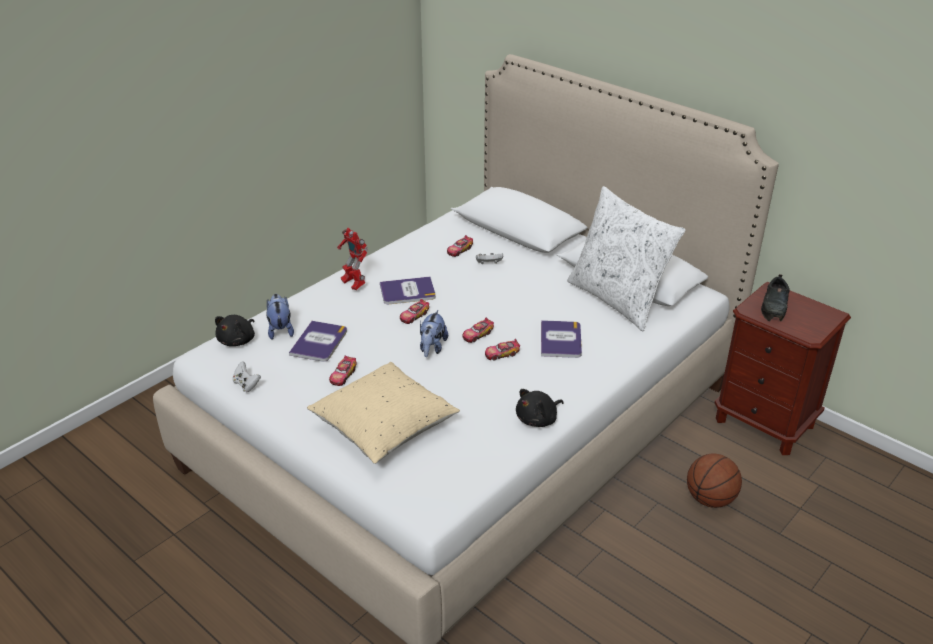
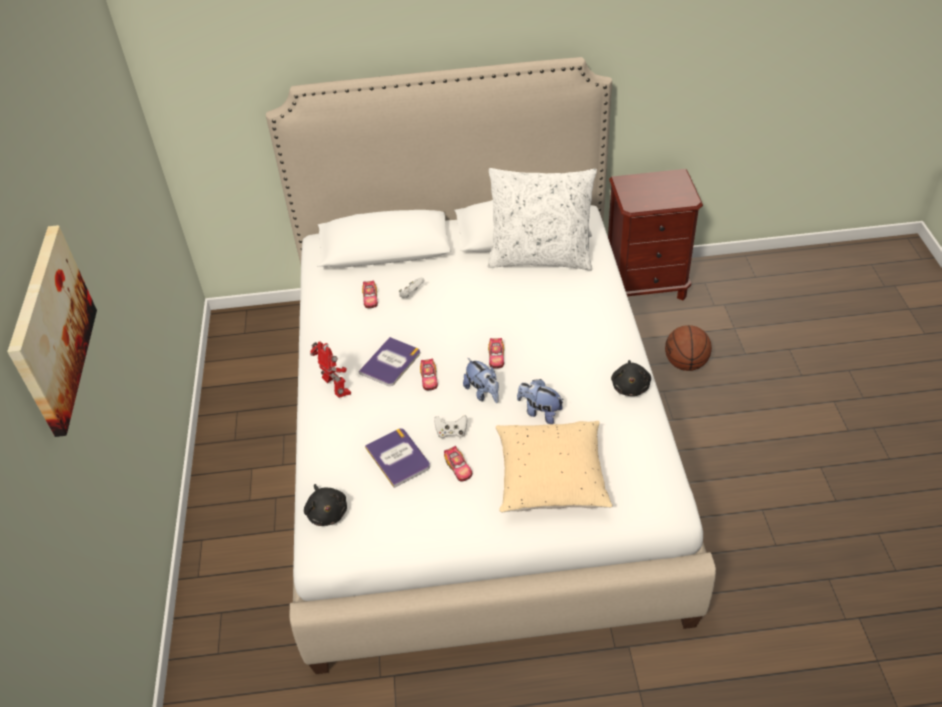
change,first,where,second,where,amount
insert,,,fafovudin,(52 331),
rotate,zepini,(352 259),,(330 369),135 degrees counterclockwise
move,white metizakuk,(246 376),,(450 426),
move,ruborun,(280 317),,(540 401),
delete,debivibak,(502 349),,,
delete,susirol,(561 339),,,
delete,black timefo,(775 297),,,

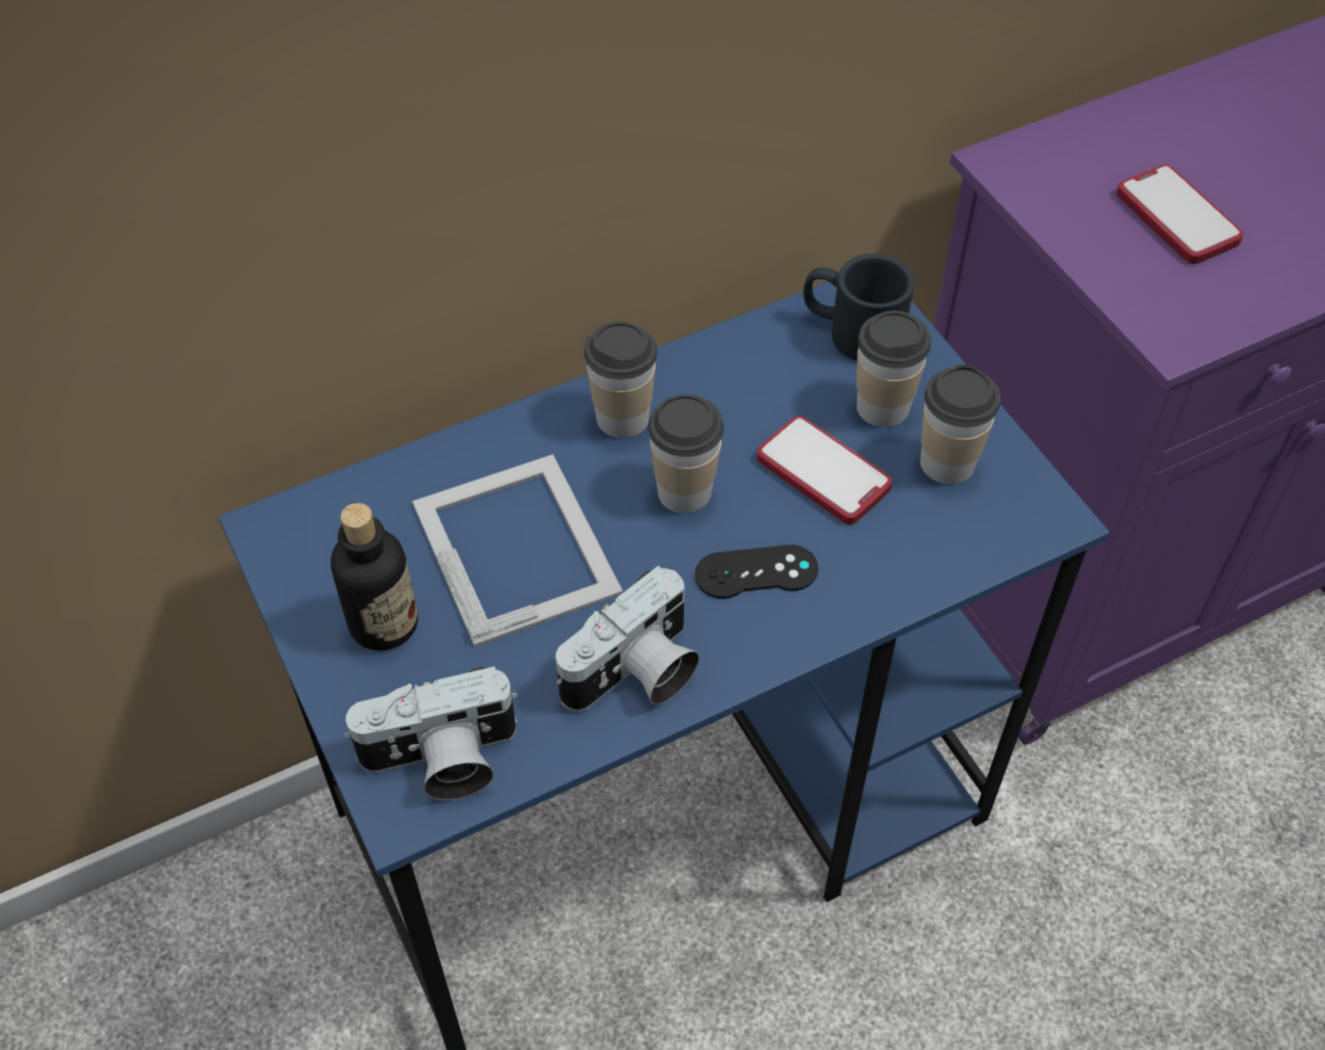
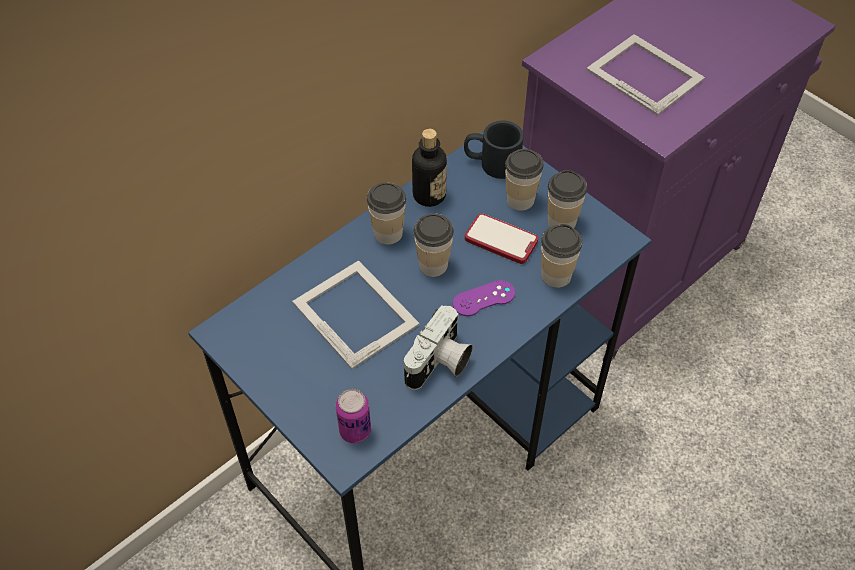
change,first,where,second,where,amount
replace,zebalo,(430 733),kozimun,(353 416),
move,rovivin,(374 577),,(429 168),
recolor,black metizakuk,(756 572),purple metizakuk,(484 298),
insert,,,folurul,(561 256),
replace,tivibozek,(1180 214),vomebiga,(645 75),

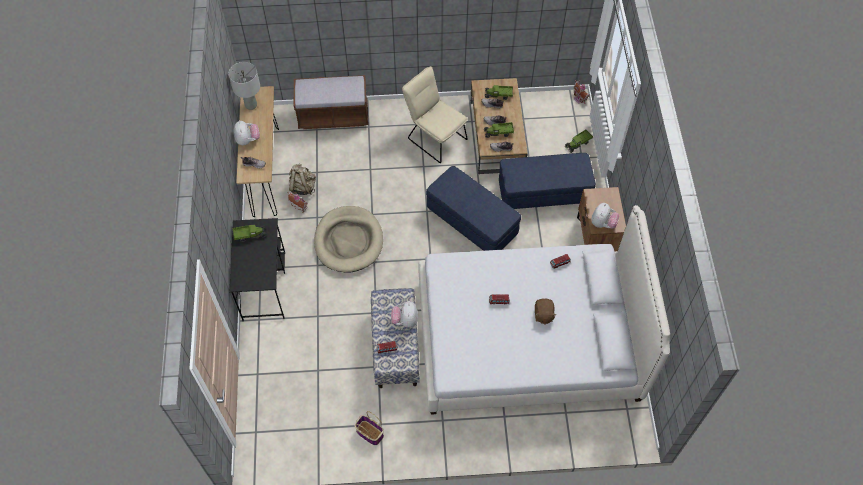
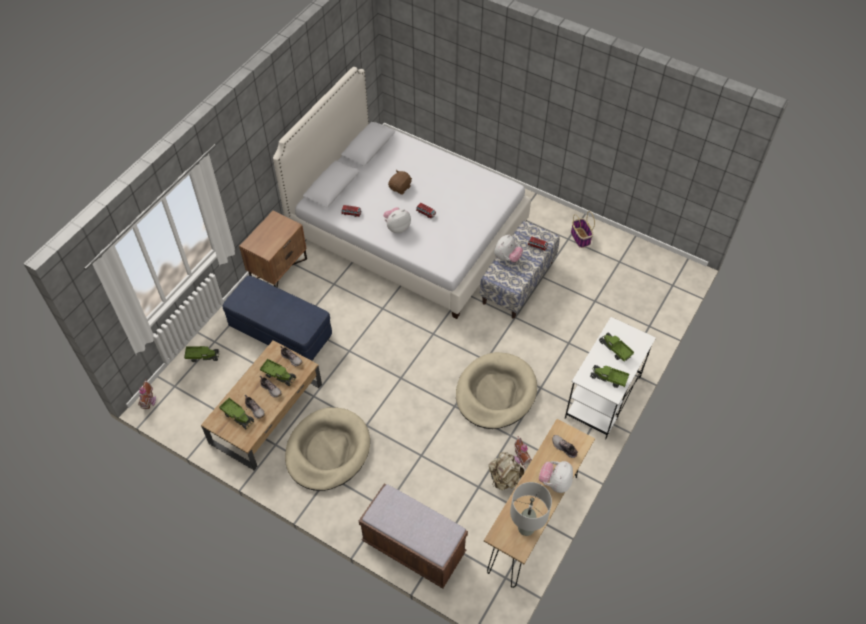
change,first,where,second,where,amount
replace,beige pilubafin,(435 114),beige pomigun,(327 449),
move,ruborun,(605 216),,(397 220),
recolor,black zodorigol,(257 269),white zodorigol,(610 378),
insert,,,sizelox,(616 347),
delete,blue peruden,(473 208),,,

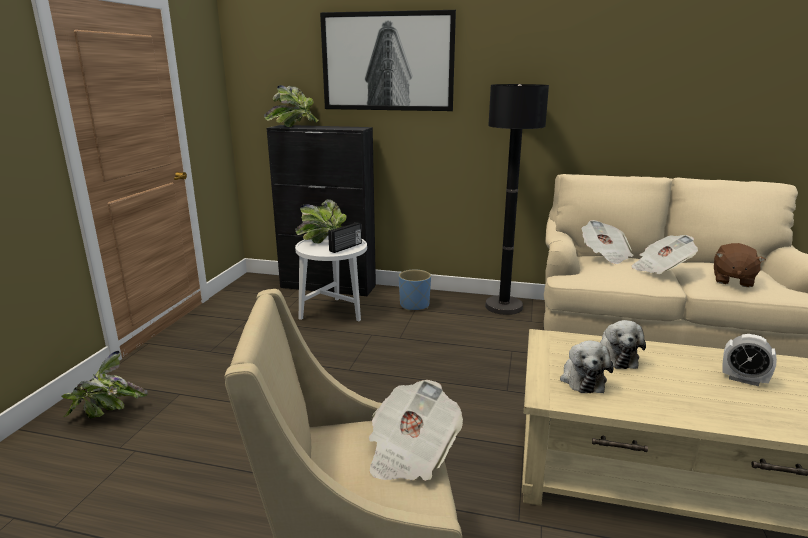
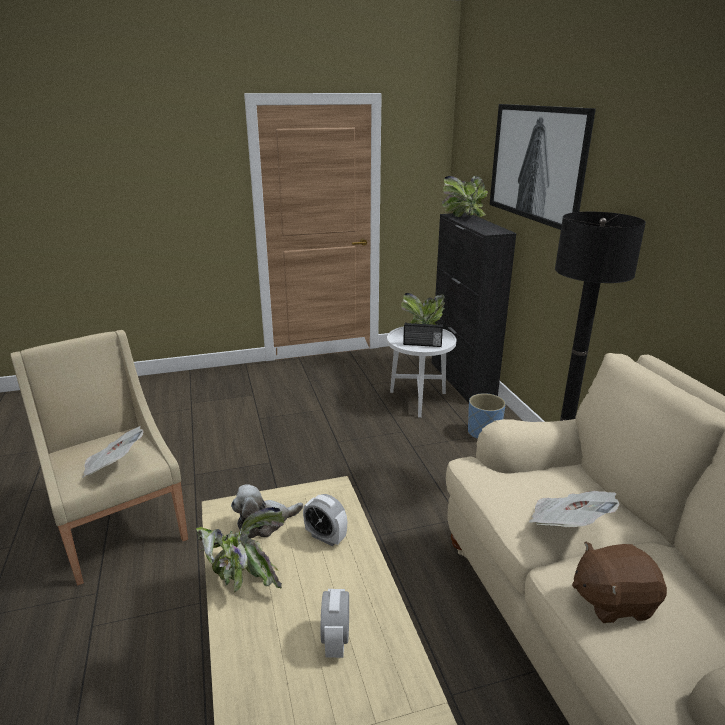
change,first,where,second,where,amount
move,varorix,(105 384),,(240 549),
replace,ruborun,(623 344),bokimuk,(325 520),
delete,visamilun,(607 242),,,

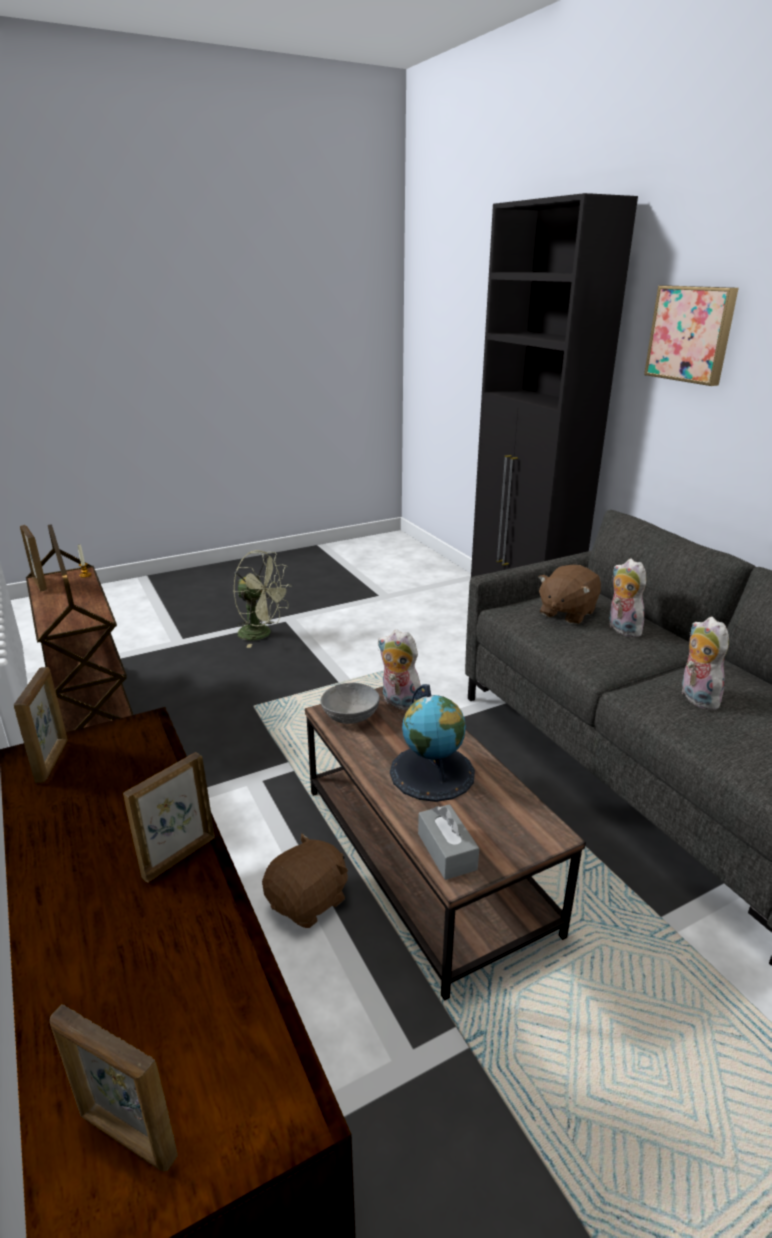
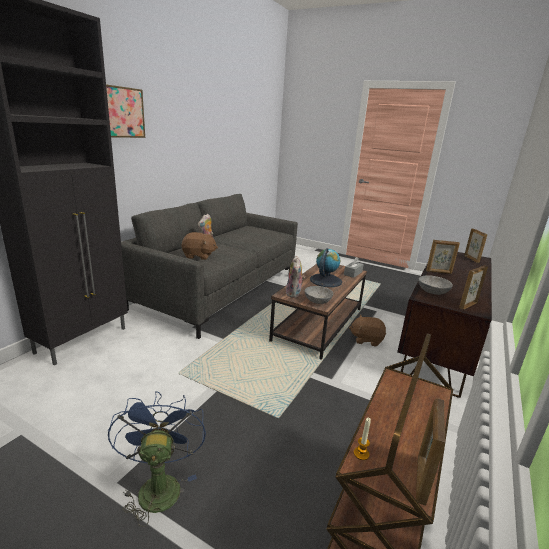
change,first,where,second,where,amount
recolor,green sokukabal,(262 599),blue sokukabal,(157 459),
insert,,,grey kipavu,(436 285),
delete,ruborun,(704 663),,,

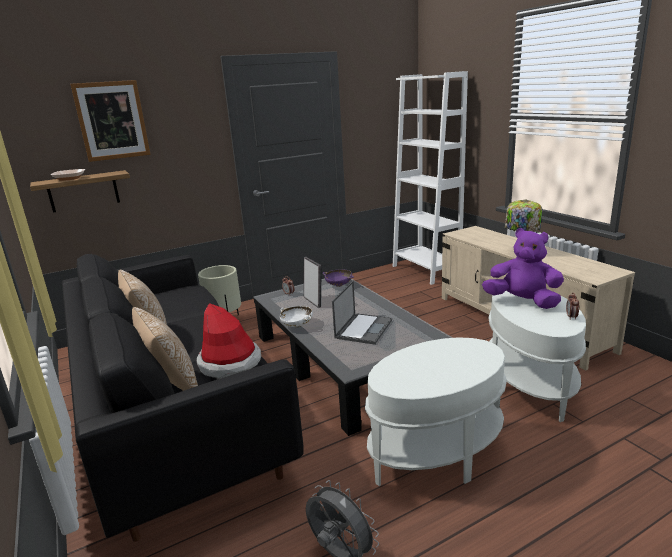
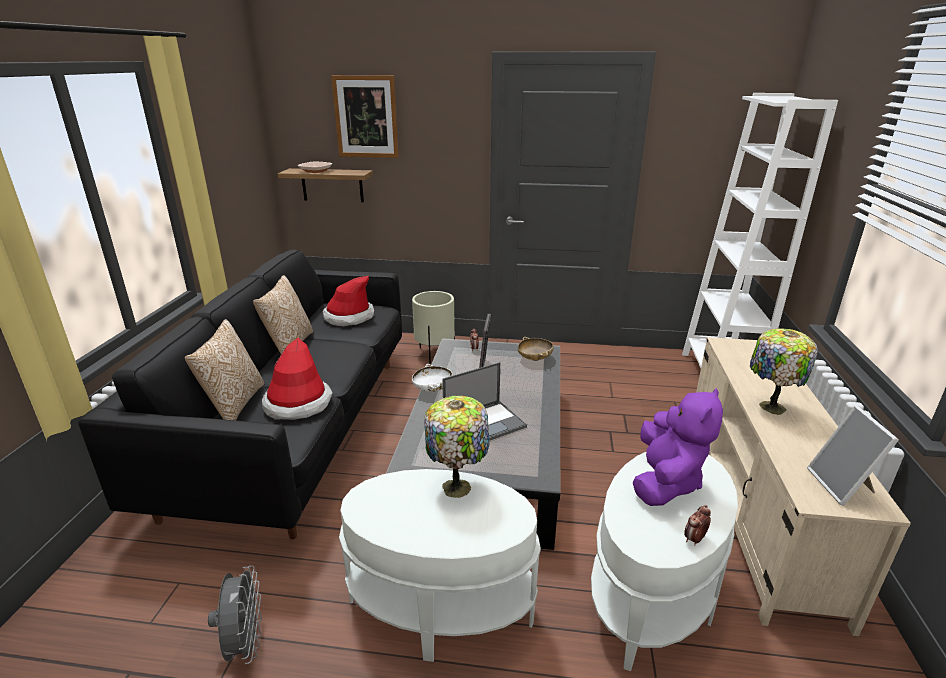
change,first,where,second,where,amount
insert,,,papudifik,(348 301),
insert,,,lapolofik,(457 447),
recolor,purple kipavu,(338 278),beige kipavu,(536 349),
rotate,purple ruborun,(523 268),,(678 447),45 degrees clockwise
insert,,,vomebiga,(853 455),

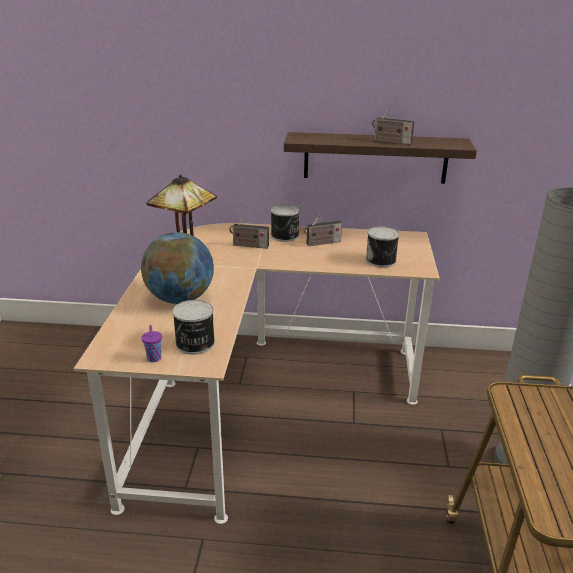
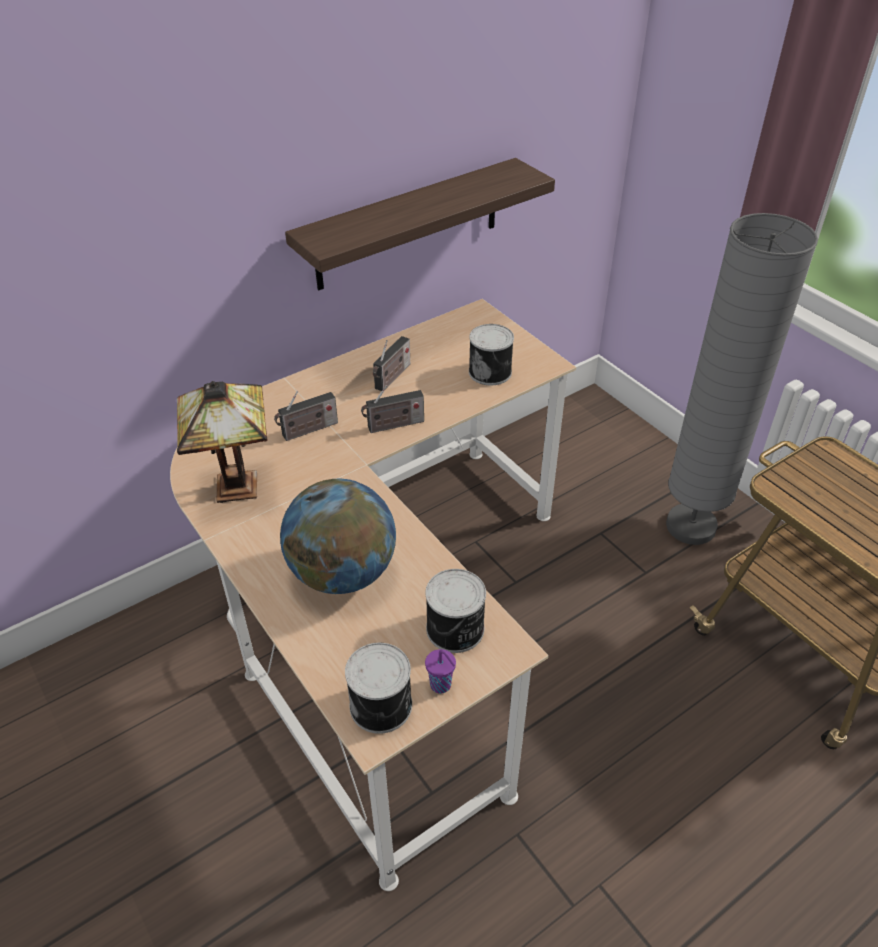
change,first,where,second,where,amount
move,kozimun,(285 223),,(378 688),
move,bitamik,(393 126),,(392 409),

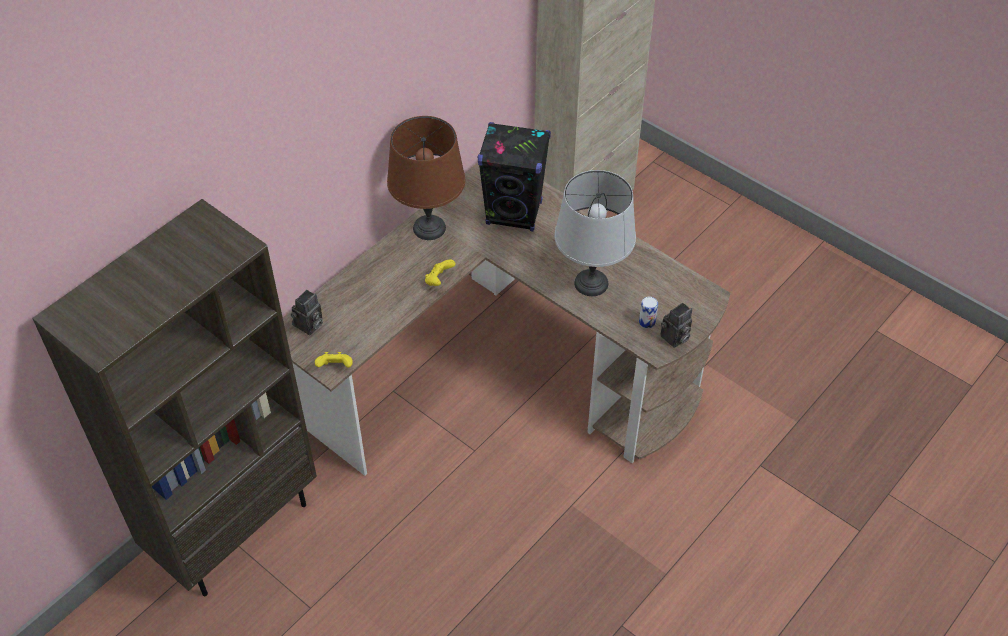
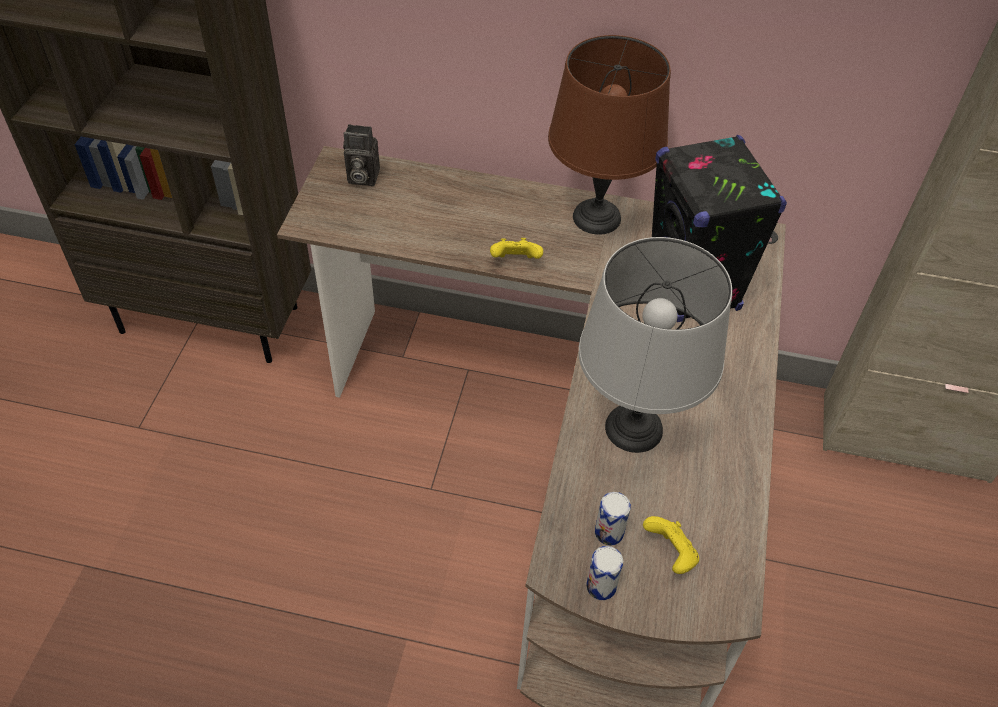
change,first,where,second,where,amount
replace,zebalo,(676 325),kozimun,(604 573),
move,yellow metizakuk,(334 360),,(671 545),

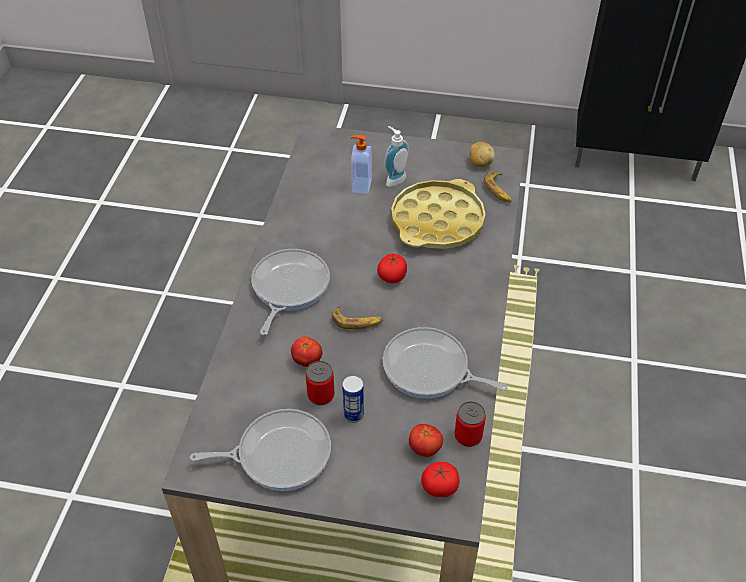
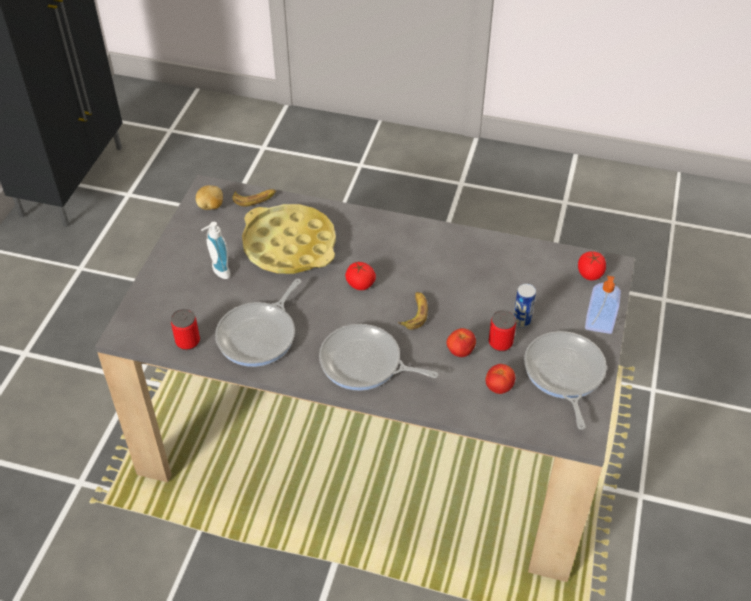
change,first,where,second,where,amount
move,kozimun,(470 424),,(185 329),
move,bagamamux,(445 362),,(258 323),
move,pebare,(426 440),,(501 379),
move,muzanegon,(361 164),,(603 305),

